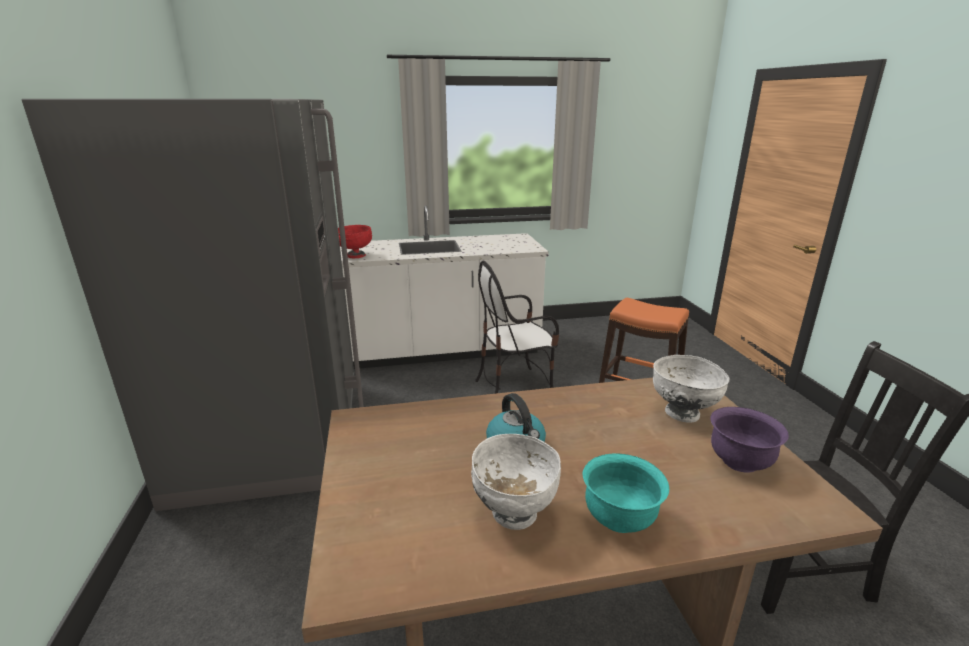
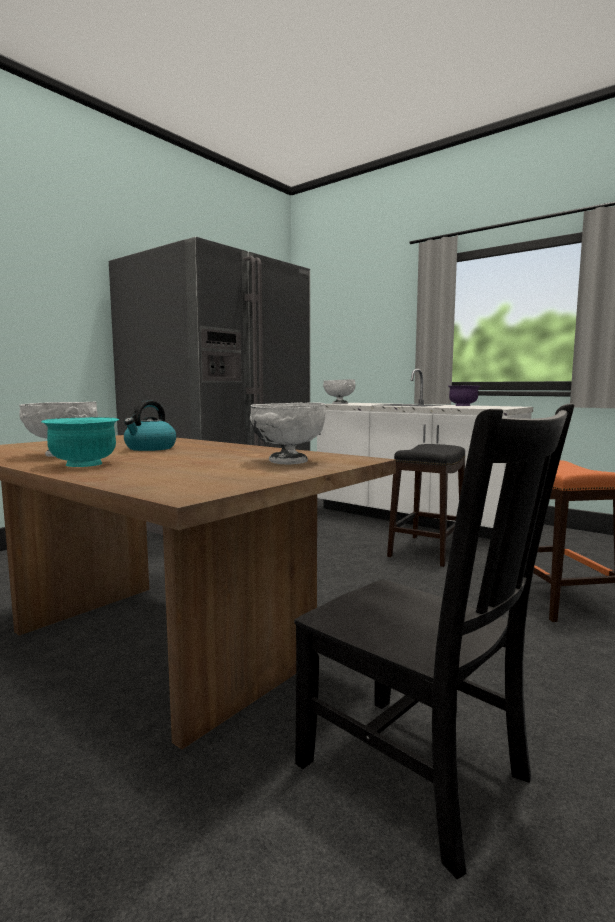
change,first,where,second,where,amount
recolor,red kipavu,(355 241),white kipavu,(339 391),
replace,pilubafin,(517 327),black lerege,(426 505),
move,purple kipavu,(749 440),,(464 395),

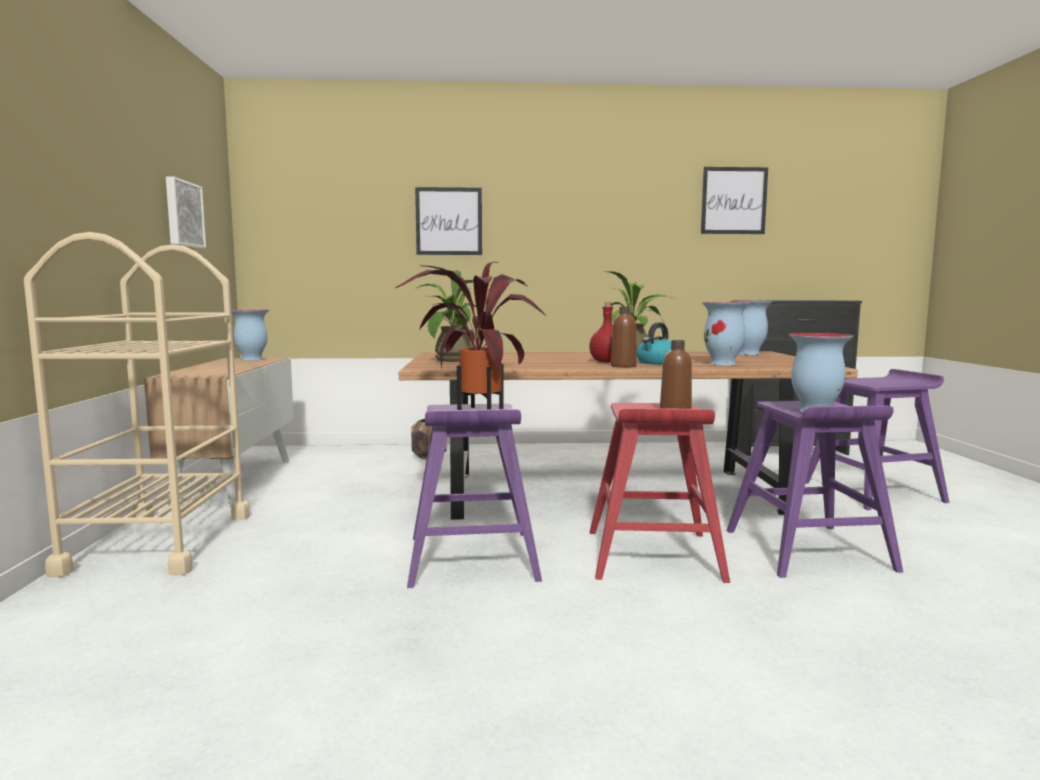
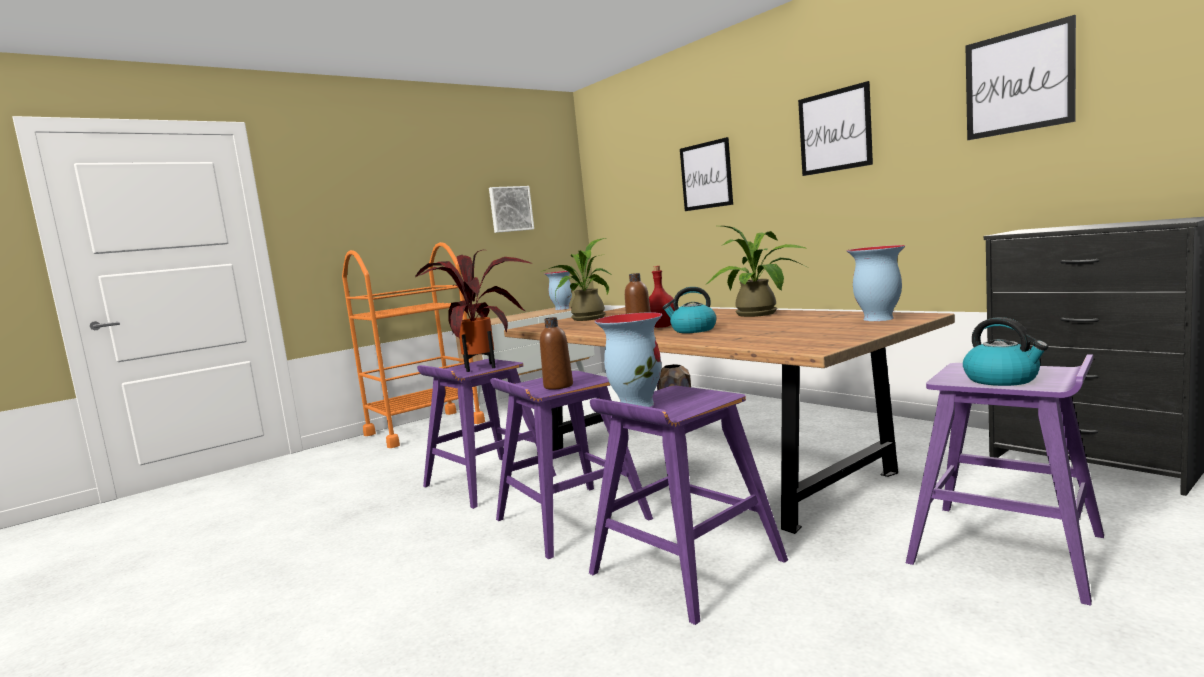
change,first,where,second,where,amount
recolor,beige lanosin,(137 405),orange lanosin,(413 345),
recolor,red lerege,(660 493),purple lerege,(571 465),
insert,,,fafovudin,(835 128),
insert,,,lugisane,(1005 351),
delete,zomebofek,(726 333),,,

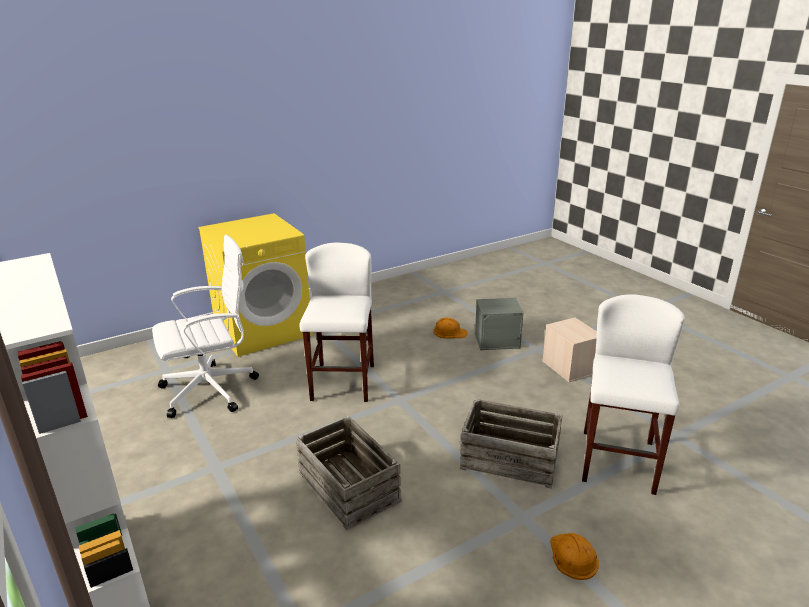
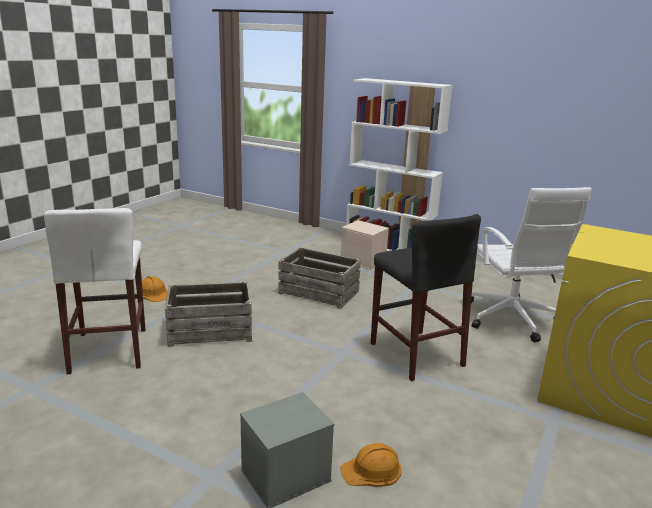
change,first,where,second,where,amount
move,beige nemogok,(569 350),,(365 245),
recolor,white lerege,(337 322),black lerege,(426 297),
rotate,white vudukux,(205 326),,(531 264),45 degrees counterclockwise

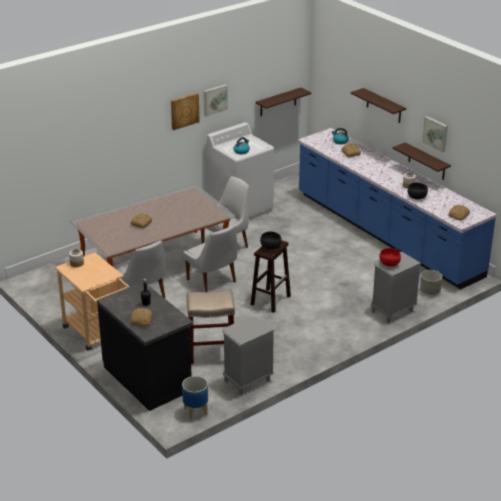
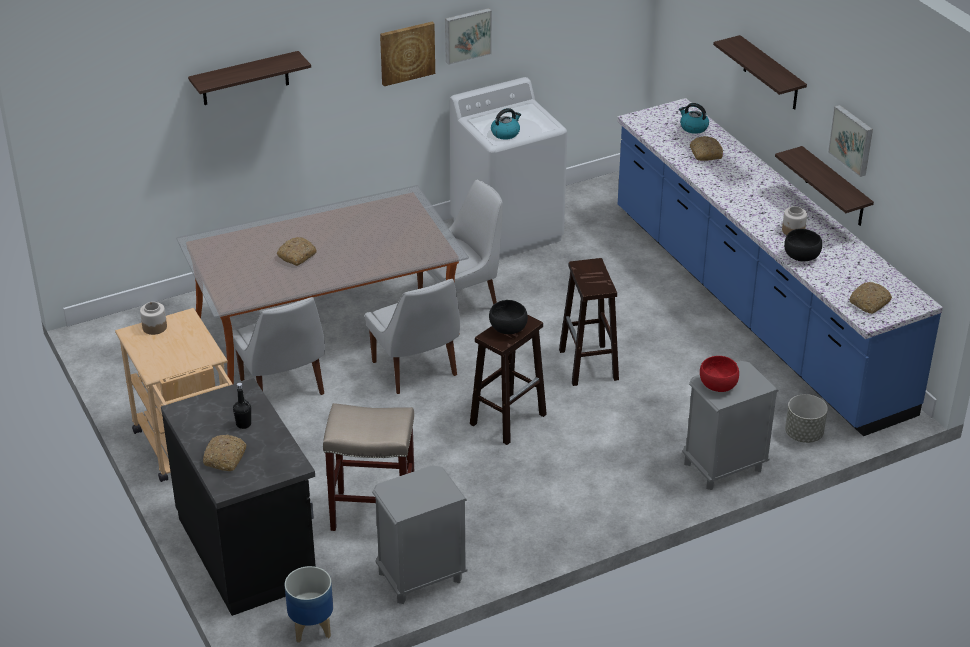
change,first,where,second,where,amount
move,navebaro,(283 102),,(249 78),
insert,,,brown lerege,(589 322),

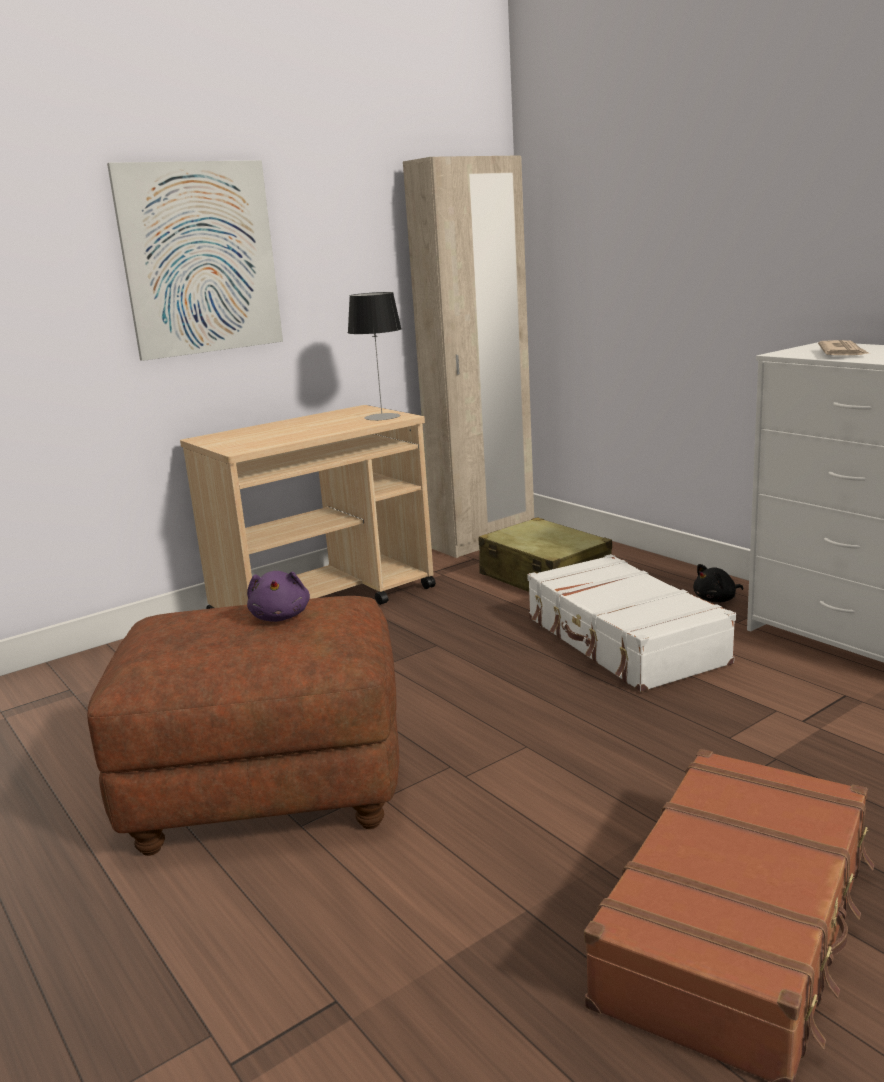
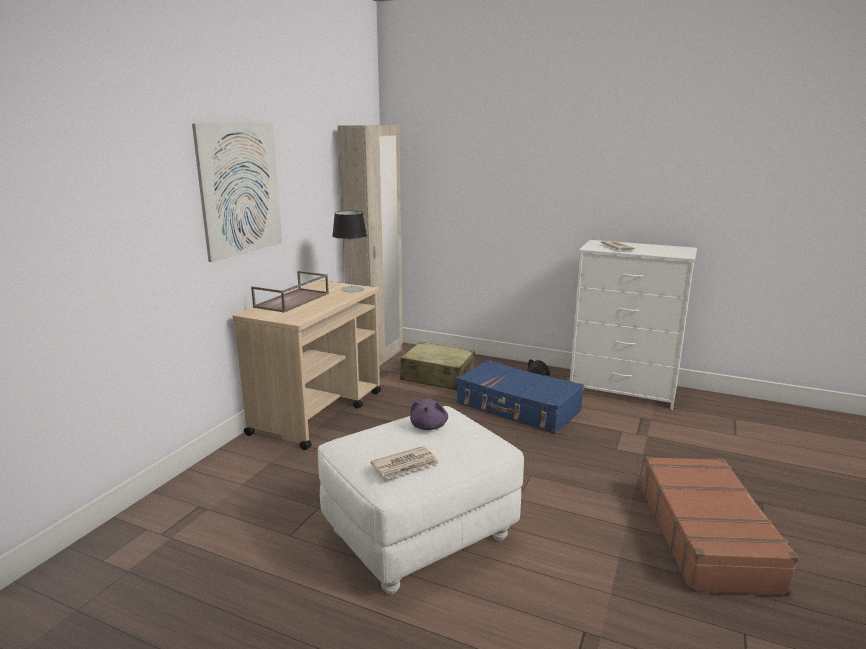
change,first,where,second,where,amount
insert,,,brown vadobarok,(290 292),
recolor,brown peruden,(243 726),white peruden,(421 500),
insert,,,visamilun,(405 462),
rotate,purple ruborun,(278 596),,(429 414),45 degrees clockwise
recolor,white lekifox,(631 623),blue lekifox,(520 397),

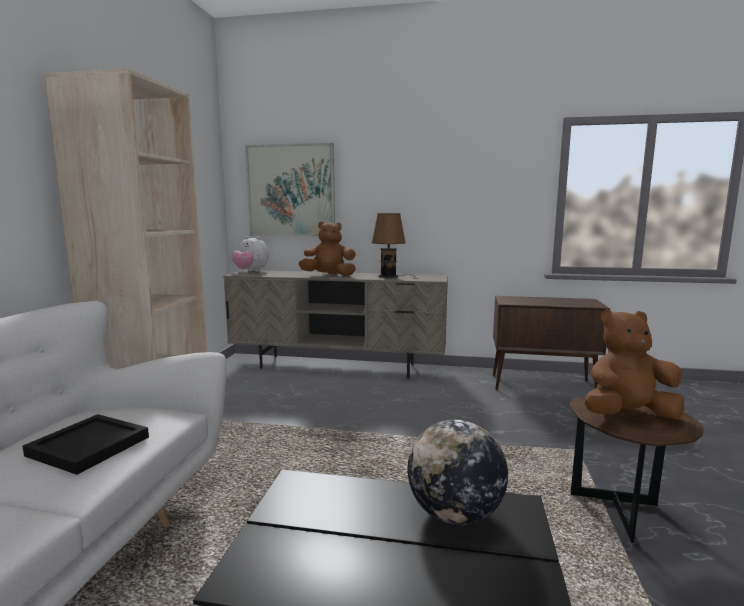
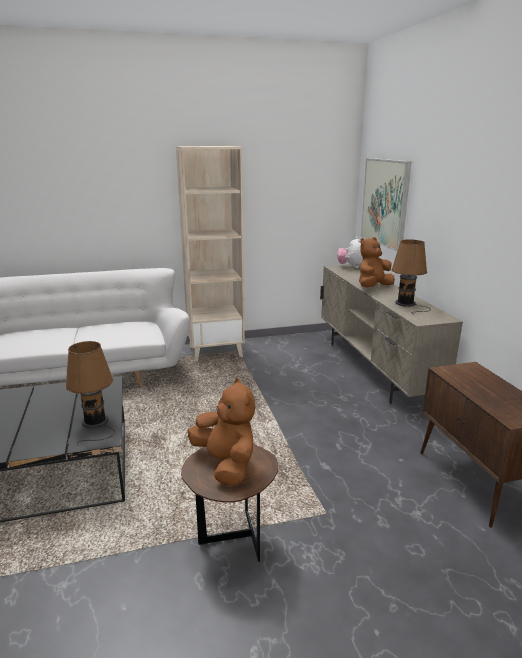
change,first,where,second,where,amount
replace,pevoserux,(458 472),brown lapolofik,(90 393),
rotate,brown ruborun,(327 248),,(377 262),105 degrees counterclockwise
delete,black vadobarok,(86 444),,,

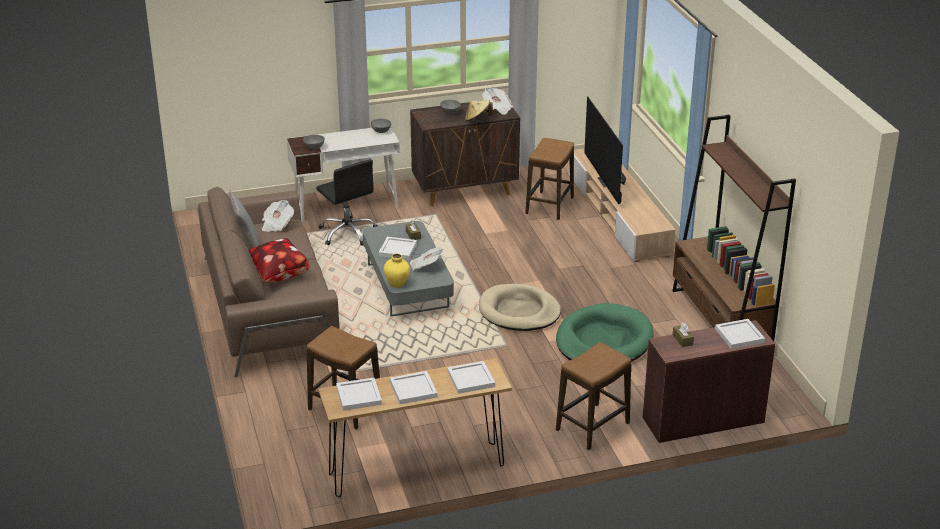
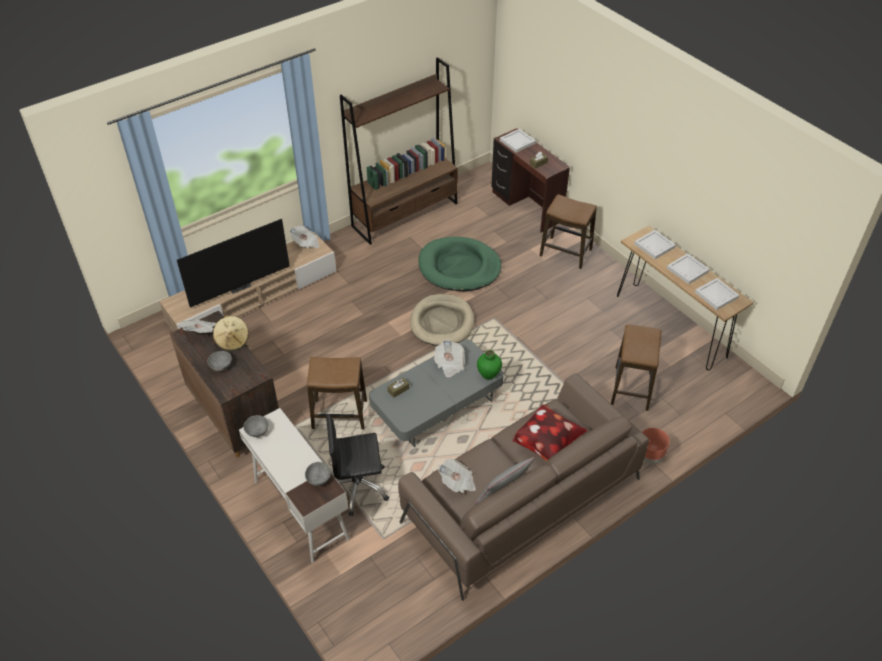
change,first,where,second,where,amount
insert,,,visamilun,(304 236),
move,lerege,(549 179),,(337 393),
rotate,black vudukux,(347 202),,(357 465),135 degrees counterclockwise
recolor,yellow zomebofek,(396 271),green zomebofek,(489 365),
insert,,,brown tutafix,(656 446),
delete,white vadobarok,(398 248),,,

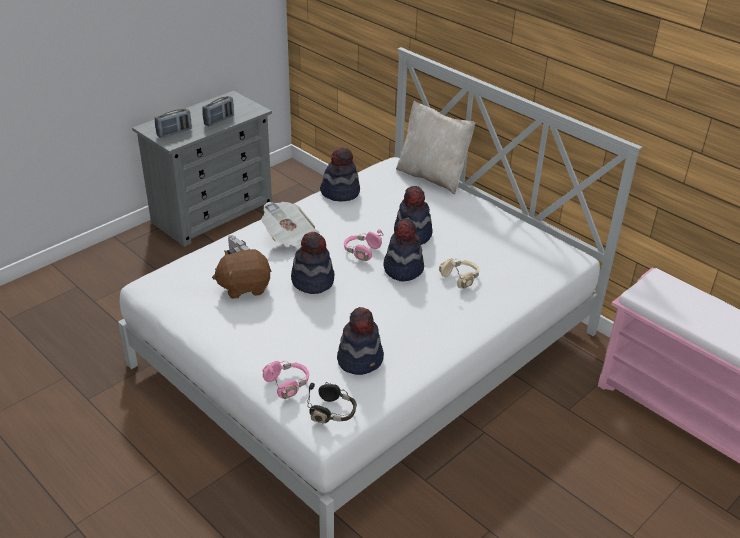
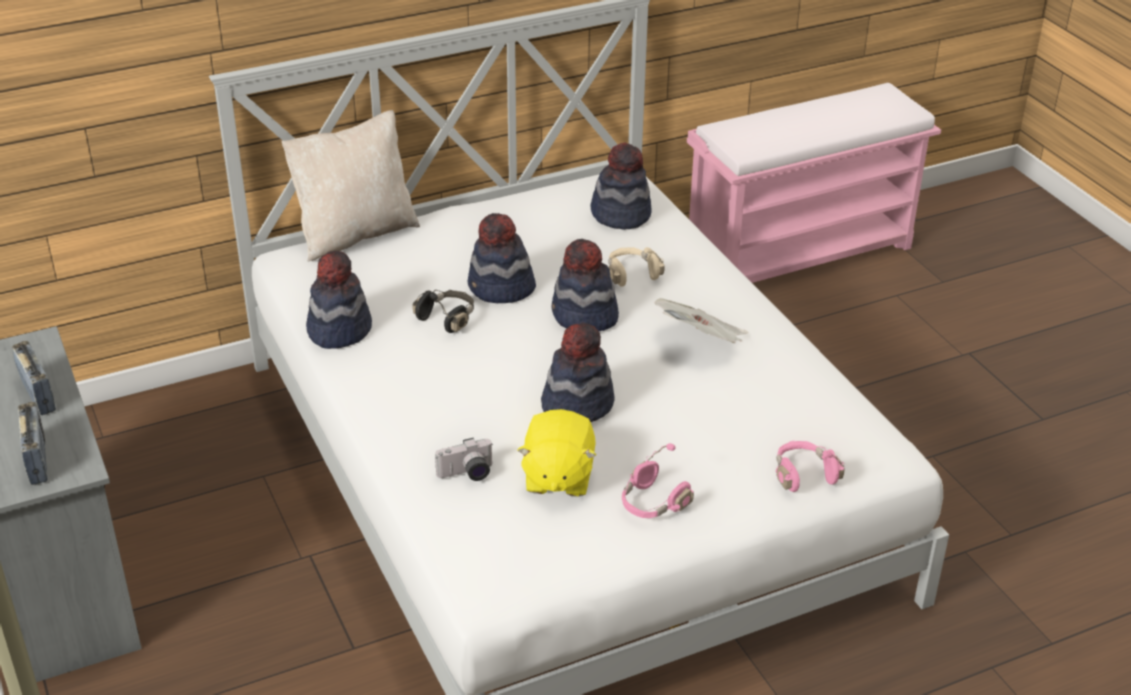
change,first,where,second,where,amount
move,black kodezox,(332 403),,(443 311),
recolor,brown ruborun,(241 274),yellow ruborun,(556 453),
move,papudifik,(360 341),,(621 186),
move,pink kodezox,(364 245),,(658 480),
move,visamilun,(290 225),,(701 321),

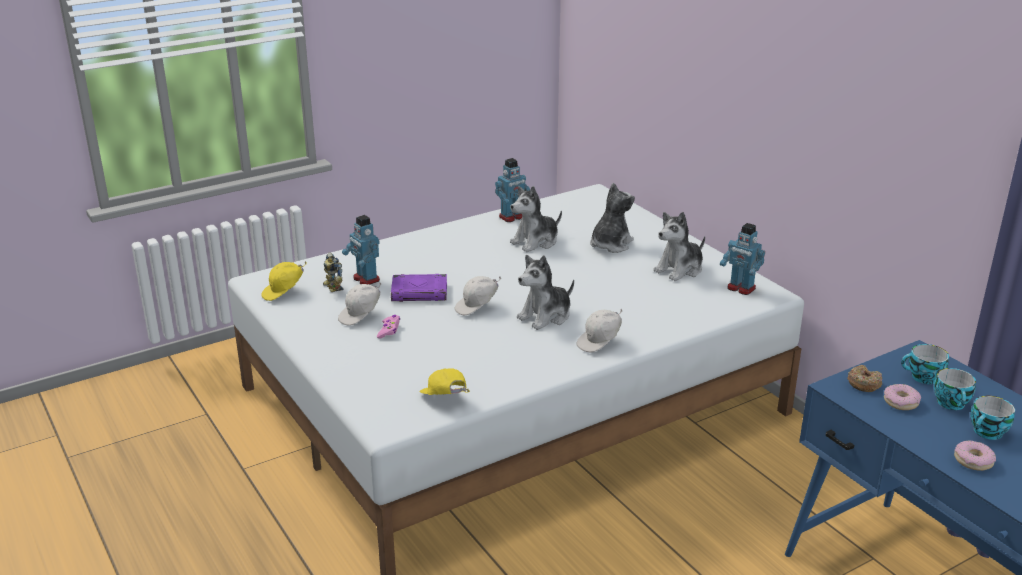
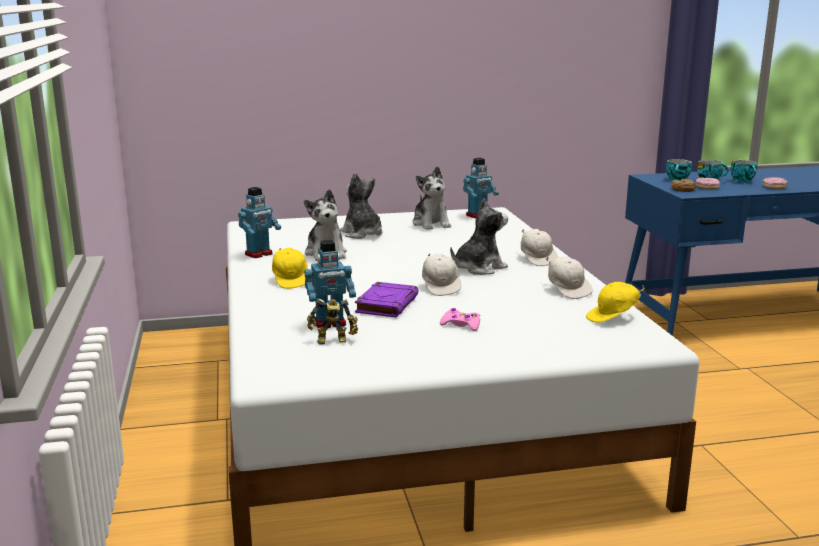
change,first,where,second,where,amount
rotate,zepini,(512 190),,(259 222),60 degrees clockwise
move,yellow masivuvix,(284 281),,(290 268),
rotate,ruborun,(545 292),,(479 236),105 degrees counterclockwise
move,white masivuvix,(359 304),,(569 277),

